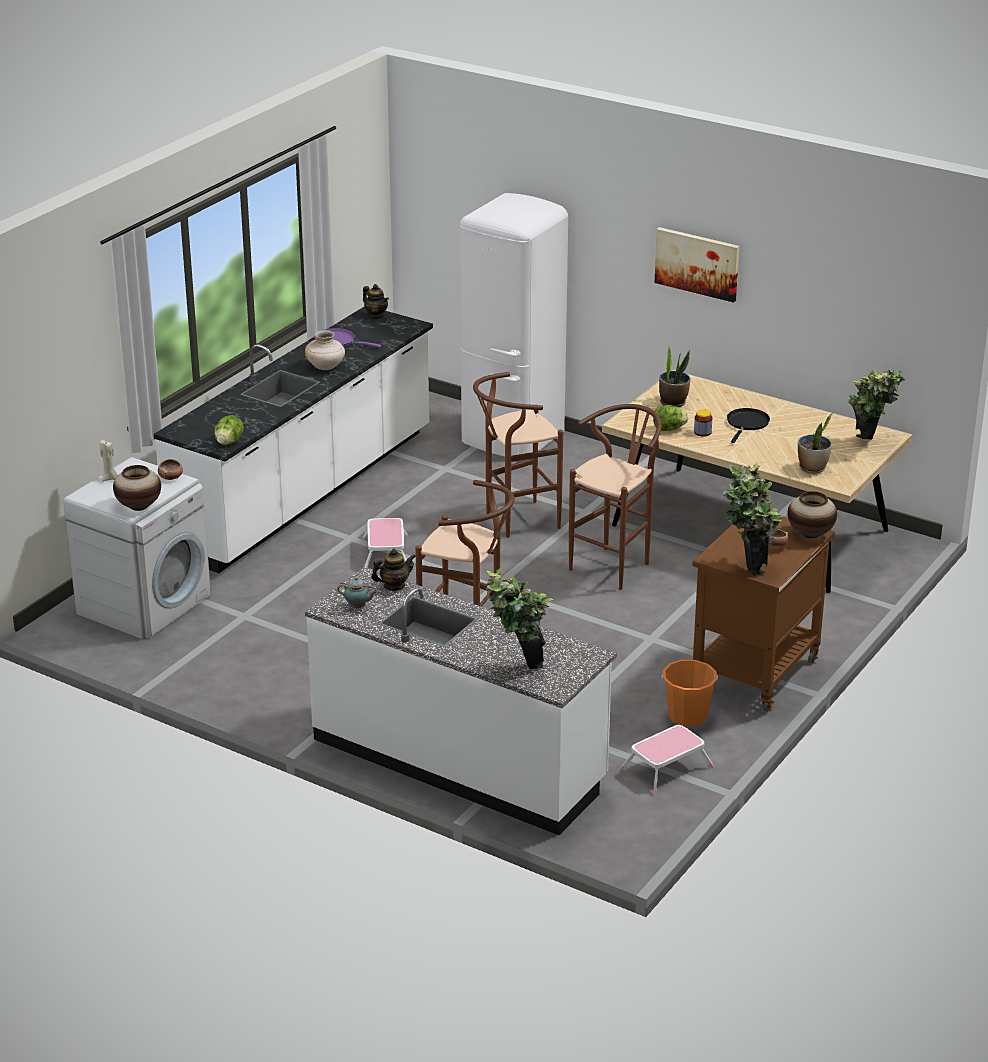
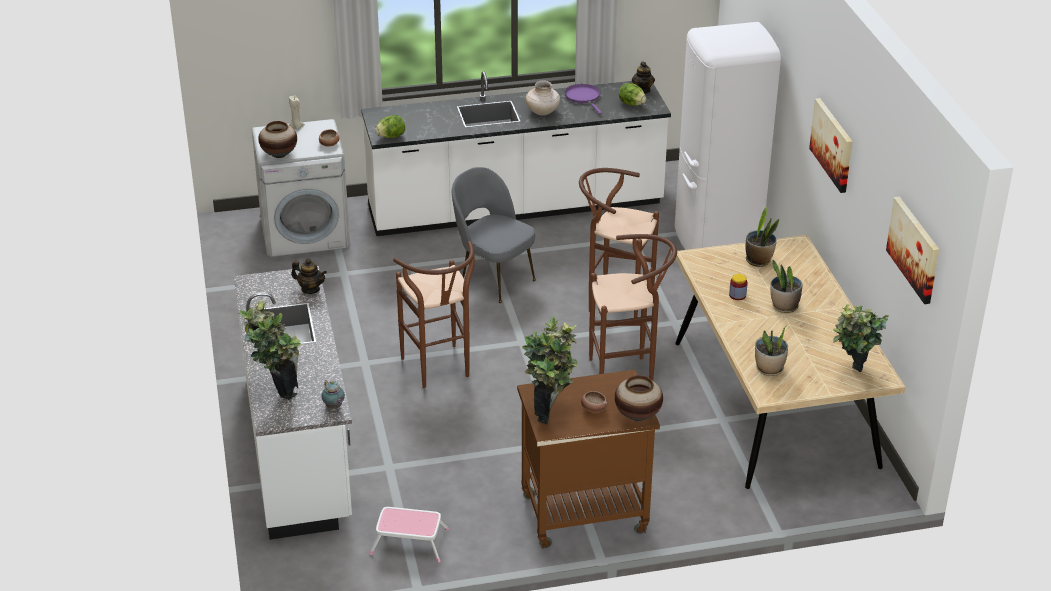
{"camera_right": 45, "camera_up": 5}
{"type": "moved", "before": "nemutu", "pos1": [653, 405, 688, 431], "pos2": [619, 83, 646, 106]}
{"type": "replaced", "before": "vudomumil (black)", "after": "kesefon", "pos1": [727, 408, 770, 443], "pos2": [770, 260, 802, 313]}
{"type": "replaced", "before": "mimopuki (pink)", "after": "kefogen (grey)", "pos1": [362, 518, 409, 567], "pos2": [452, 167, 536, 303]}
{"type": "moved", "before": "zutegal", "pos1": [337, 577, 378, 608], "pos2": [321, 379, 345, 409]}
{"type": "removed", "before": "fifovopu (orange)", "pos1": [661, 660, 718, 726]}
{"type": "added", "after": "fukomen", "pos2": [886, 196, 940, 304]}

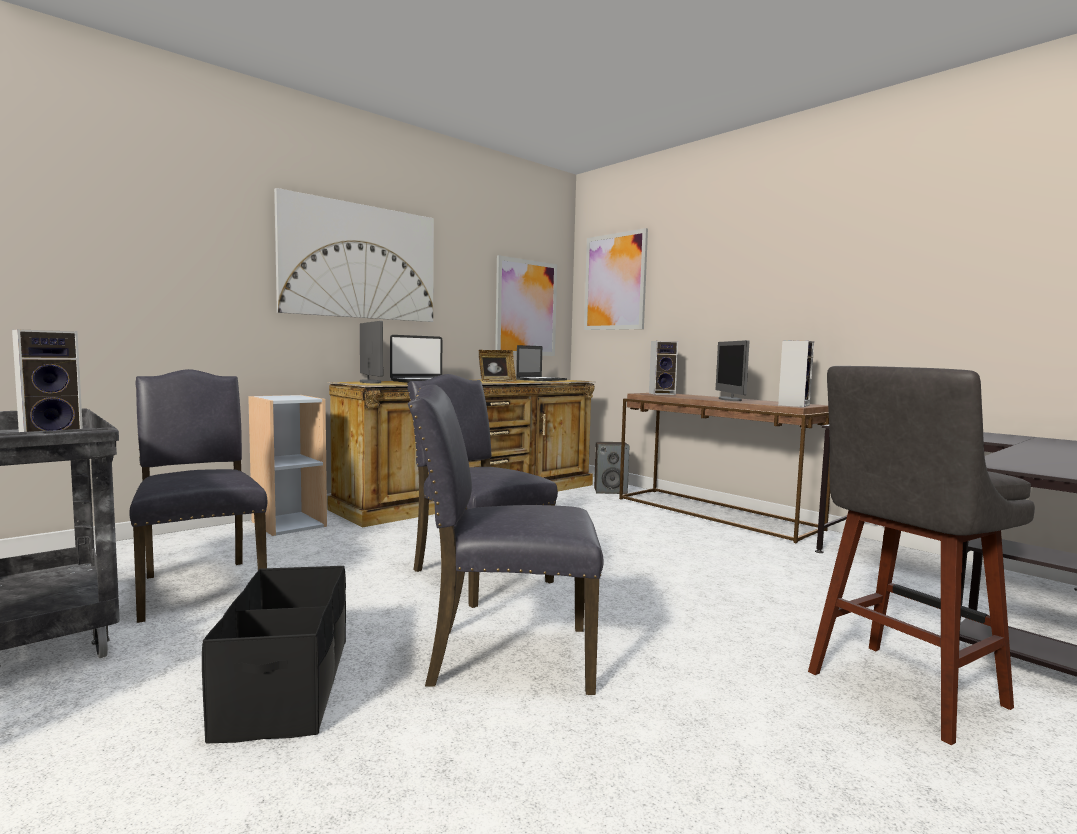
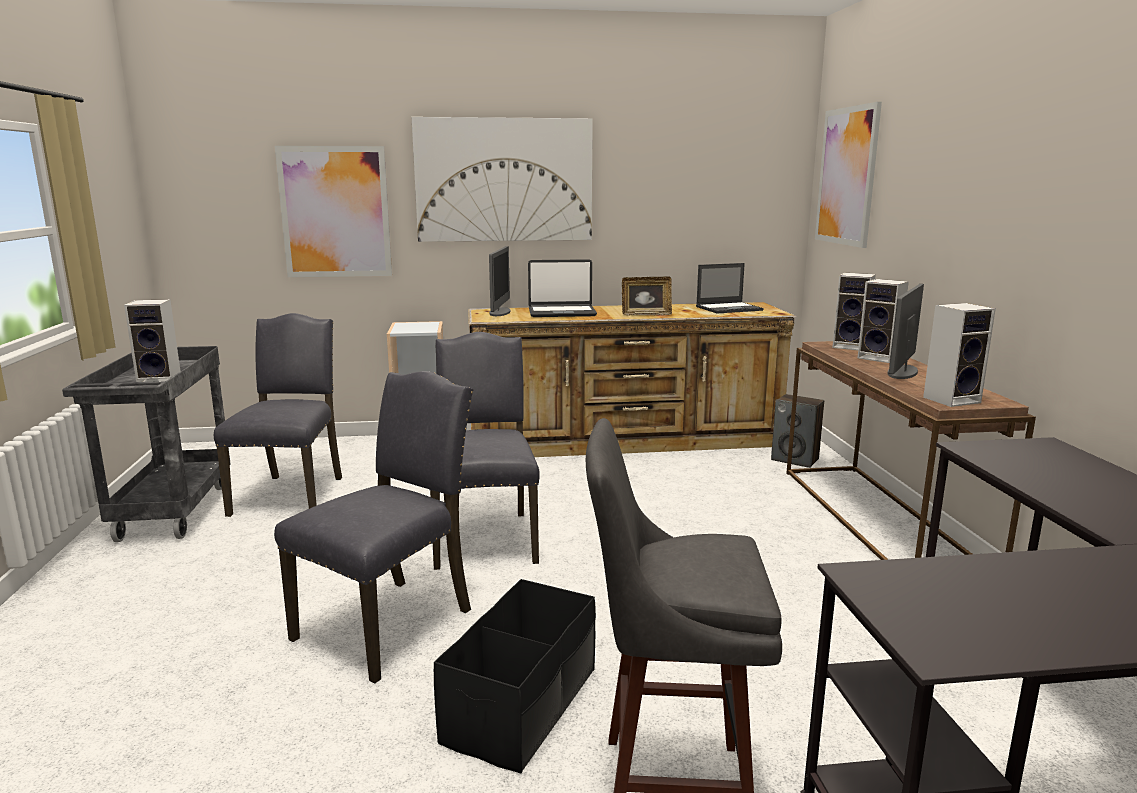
{"camera_right": 35, "camera_up": 10}
{"type": "moved", "before": "fukomen", "pos1": [495, 255, 557, 356], "pos2": [275, 146, 392, 277]}
{"type": "turned", "before": "kefogen (grey)", "pos1": [408, 384, 604, 695], "pos2": [274, 371, 473, 684], "turn": 90}
{"type": "moved", "before": "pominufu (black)", "pos1": [202, 566, 346, 744], "pos2": [434, 579, 596, 774]}
{"type": "added", "after": "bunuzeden", "pos2": [858, 279, 909, 363]}

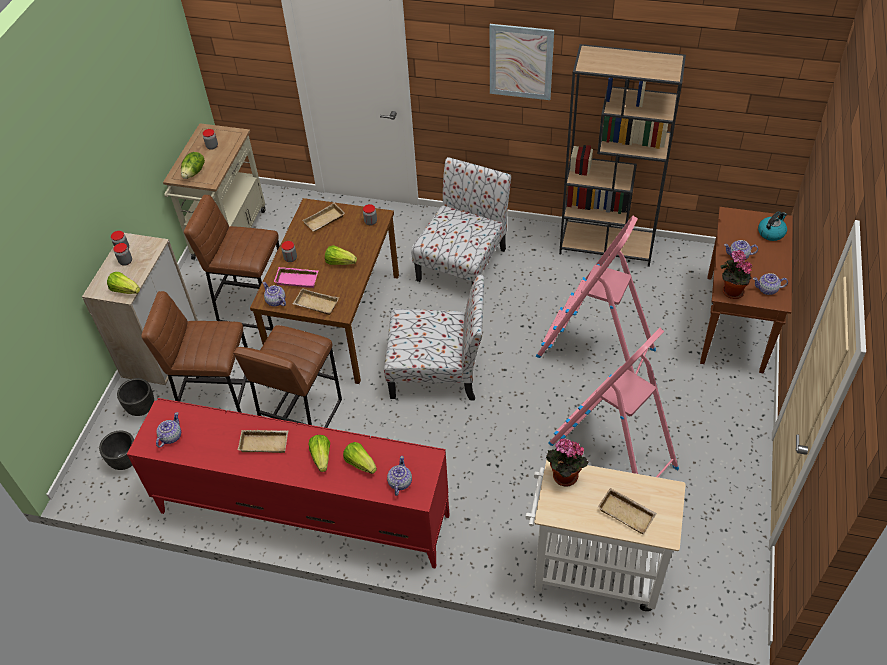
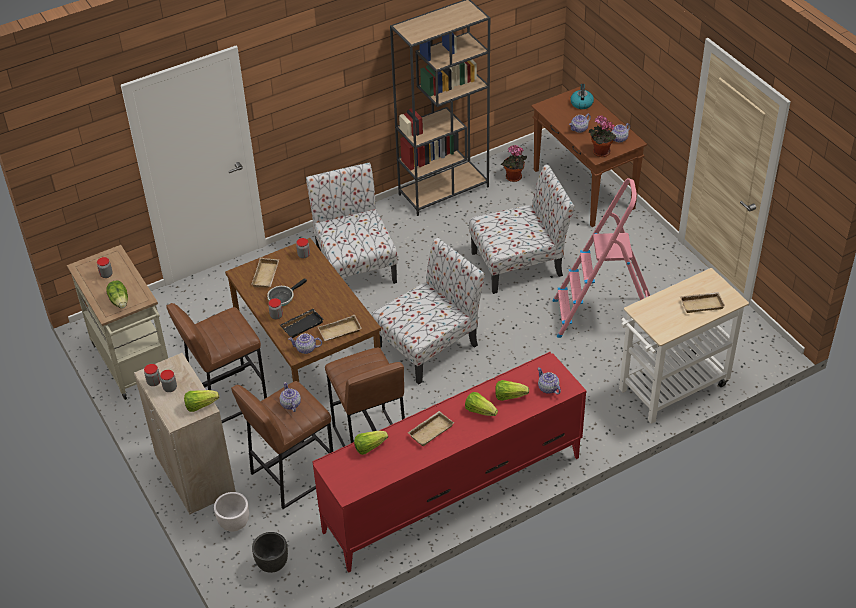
{"camera_right": -45, "camera_up": -5}
{"type": "removed", "before": "fukomen", "pos1": [490, 24, 554, 100]}
{"type": "replaced", "before": "mimopuki (pink)", "after": "kefogen", "pos1": [536, 216, 656, 375], "pos2": [469, 165, 575, 294]}
{"type": "moved", "before": "nemutu", "pos1": [325, 245, 357, 265], "pos2": [354, 431, 388, 455]}
{"type": "recoloured", "before": "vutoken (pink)", "after": "vutoken (black)", "pos1": [274, 267, 318, 288], "pos2": [280, 309, 324, 338]}
{"type": "recoloured", "before": "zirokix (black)", "after": "zirokix (white)", "pos1": [117, 378, 154, 416], "pos2": [214, 492, 249, 531]}
{"type": "moved", "before": "zutegal", "pos1": [156, 412, 181, 448], "pos2": [280, 382, 301, 412]}
{"type": "moved", "before": "kesefon", "pos1": [546, 438, 588, 486], "pos2": [501, 145, 527, 182]}
{"type": "added", "after": "vudomumil", "pos2": [267, 278, 307, 306]}

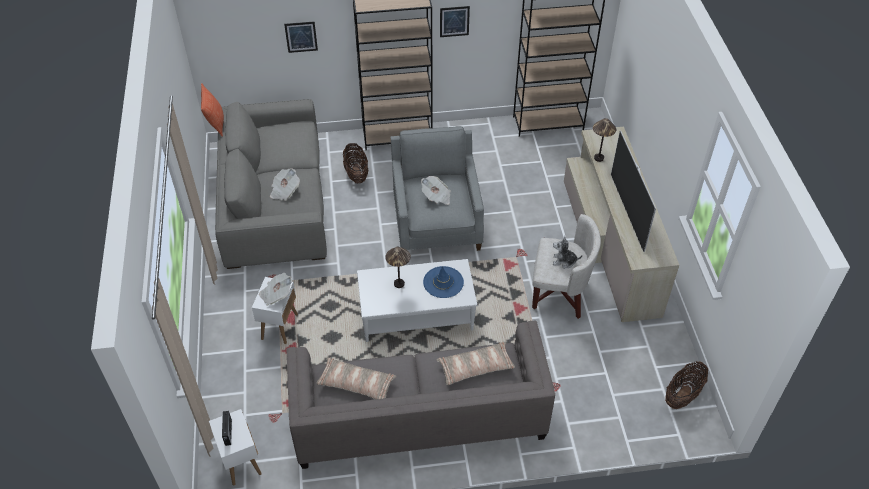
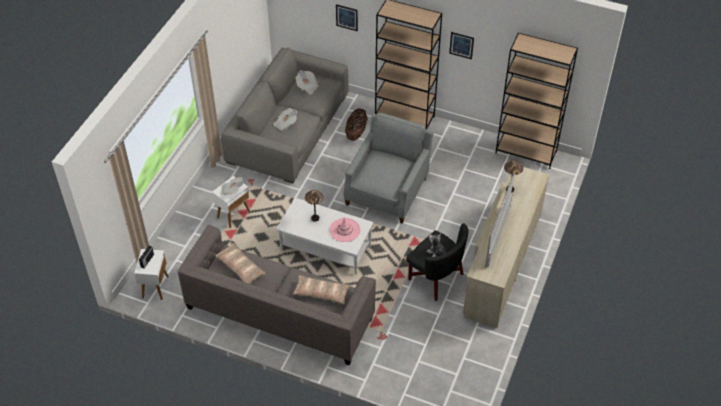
{"camera_right": 30, "camera_up": 0}
{"type": "removed", "before": "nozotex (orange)", "pos1": [201, 83, 224, 137]}
{"type": "moved", "before": "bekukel", "pos1": [421, 176, 451, 205], "pos2": [295, 70, 319, 94]}
{"type": "recoloured", "before": "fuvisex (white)", "after": "fuvisex (black)", "pos1": [532, 214, 601, 319], "pos2": [406, 223, 468, 301]}
{"type": "recoloured", "before": "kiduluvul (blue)", "after": "kiduluvul (pink)", "pos1": [423, 266, 464, 298], "pos2": [329, 218, 360, 242]}
{"type": "removed", "before": "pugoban", "pos1": [665, 361, 708, 409]}

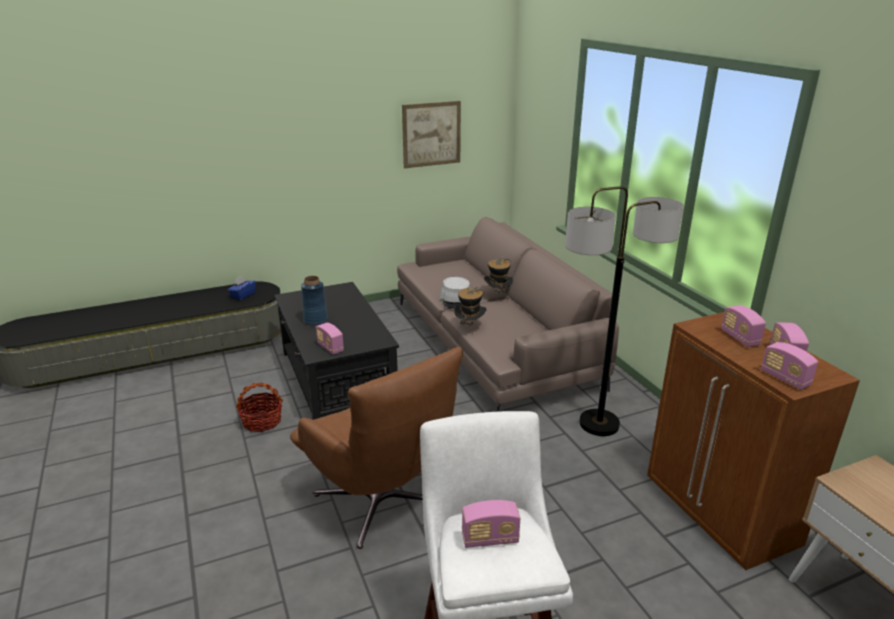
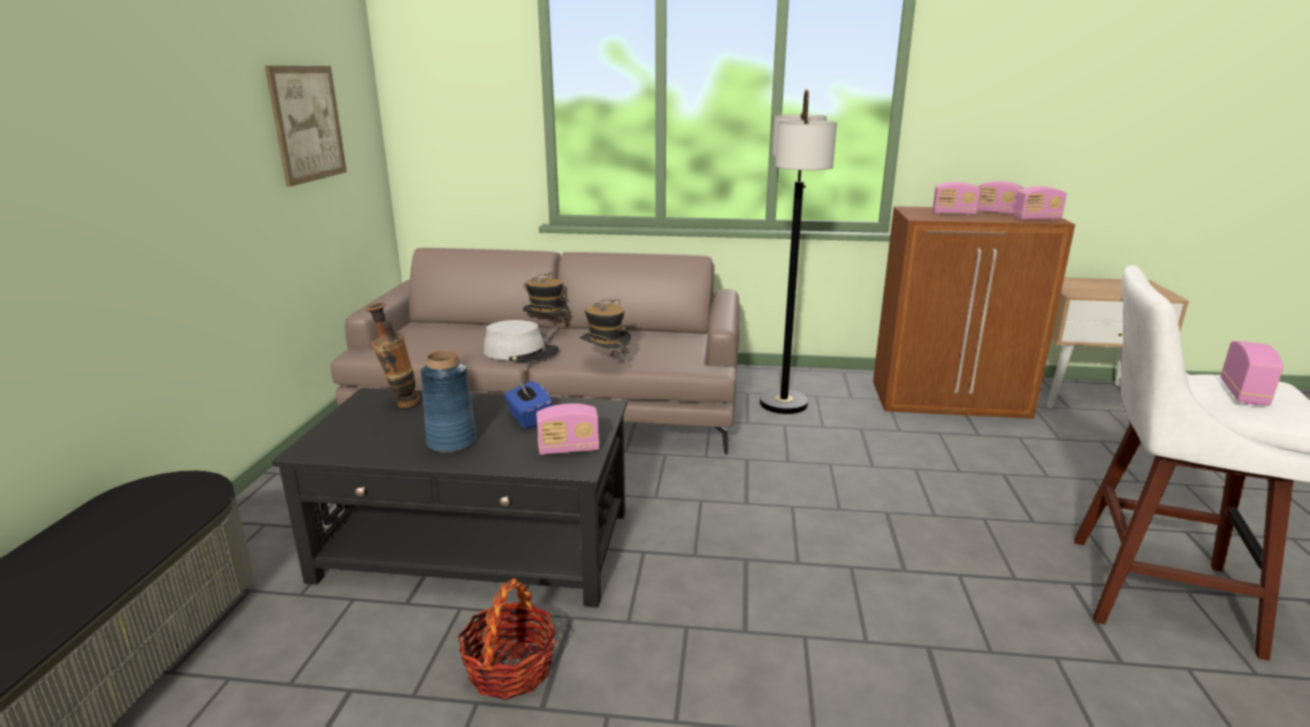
{"camera_right": -60, "camera_up": -5}
{"type": "moved", "before": "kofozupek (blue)", "pos1": [228, 276, 256, 300], "pos2": [504, 380, 552, 429]}
{"type": "removed", "before": "fuvisex (brown)", "pos1": [290, 347, 463, 549]}
{"type": "added", "after": "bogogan", "pos2": [365, 303, 420, 408]}

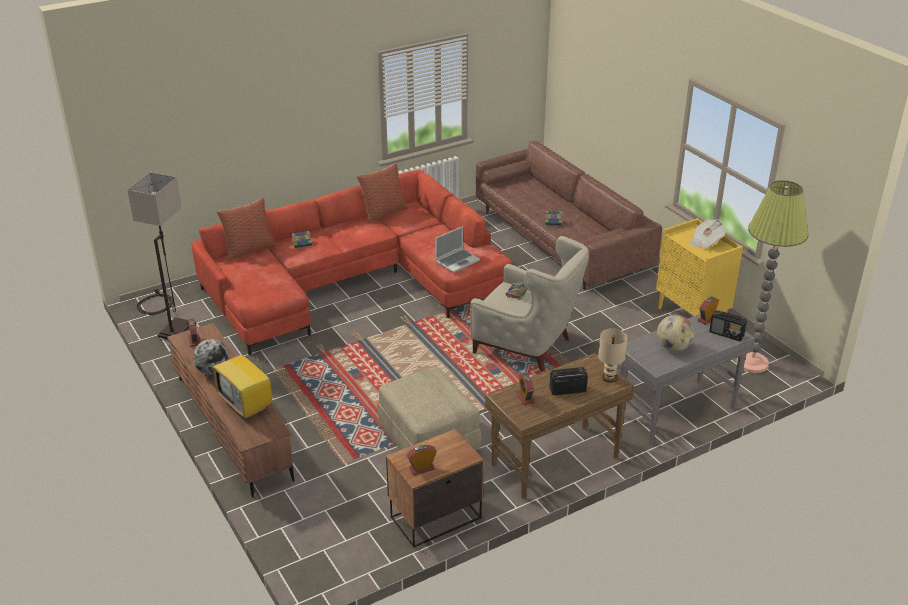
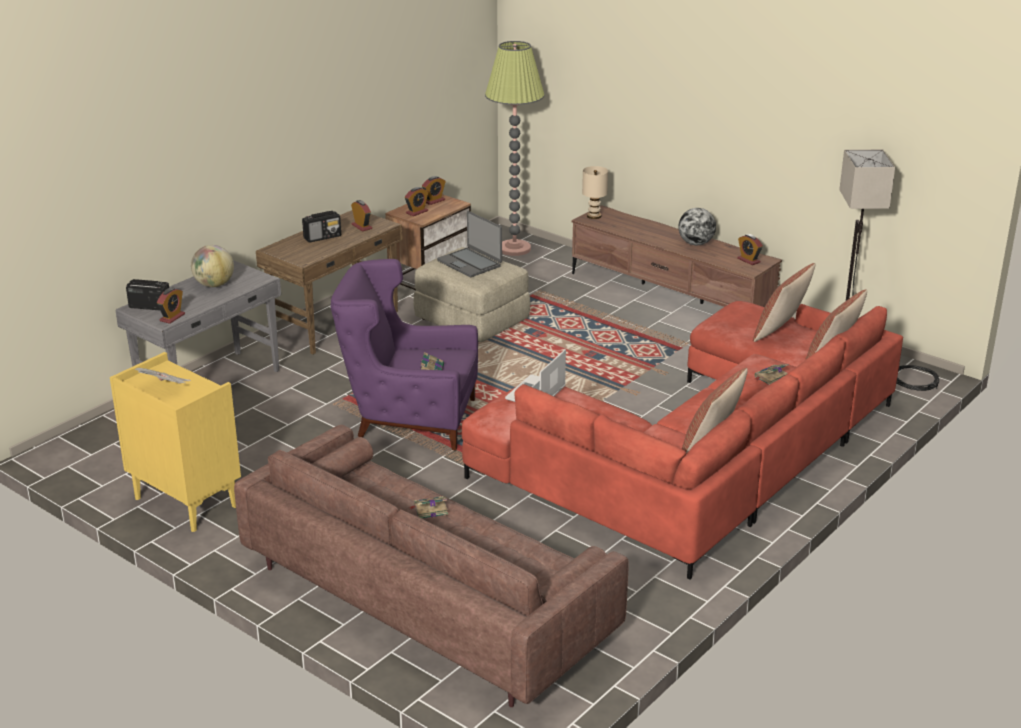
{"camera_right": 160, "camera_up": -5}
{"type": "moved", "before": "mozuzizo", "pos1": [736, 180, 808, 373], "pos2": [485, 41, 545, 256]}
{"type": "recoloured", "before": "fuvisex (beige)", "after": "fuvisex (purple)", "pos1": [470, 236, 589, 372], "pos2": [331, 259, 478, 451]}
{"type": "moved", "before": "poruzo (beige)", "pos1": [598, 329, 628, 383], "pos2": [582, 166, 608, 219]}
{"type": "removed", "before": "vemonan", "pos1": [213, 344, 273, 419]}
{"type": "added", "after": "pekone", "pos2": [405, 187, 428, 216]}
{"type": "added", "after": "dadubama", "pos2": [437, 211, 502, 277]}
{"type": "added", "after": "nozotex", "pos2": [753, 263, 815, 342]}

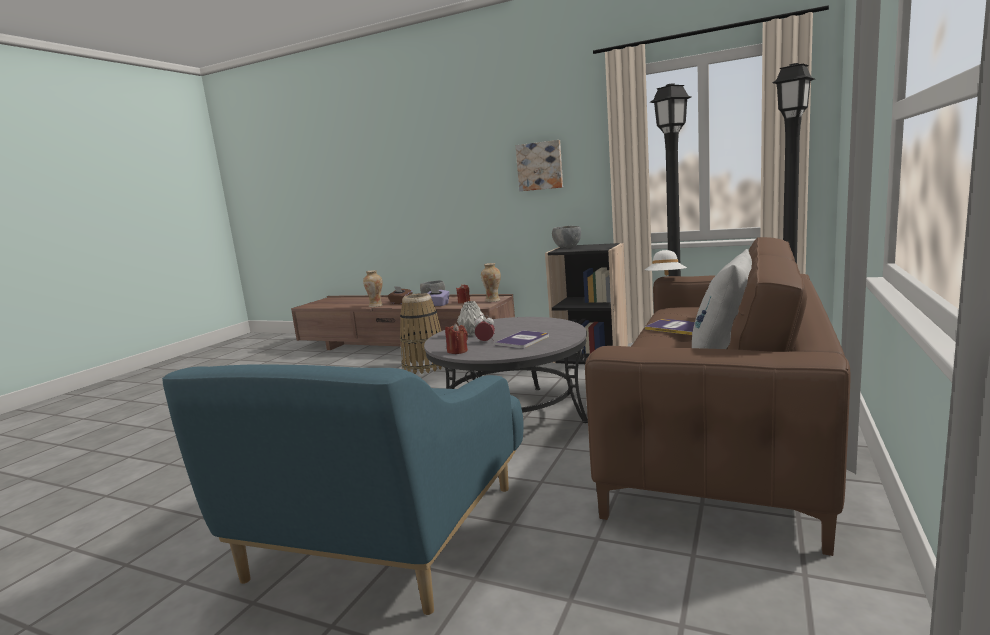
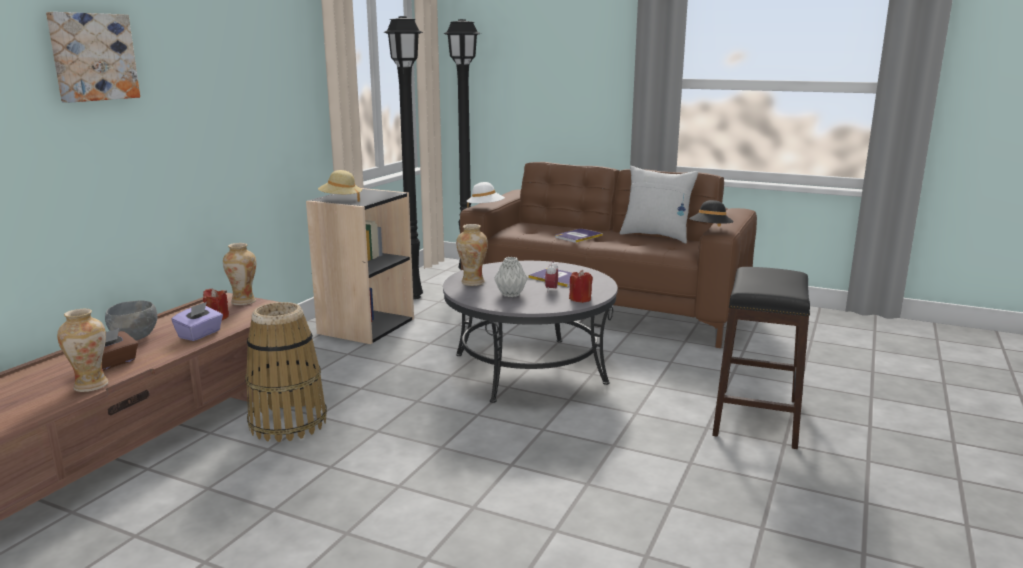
{"camera_right": -90, "camera_up": 5}
{"type": "moved", "before": "fukomen", "pos1": [516, 140, 563, 191], "pos2": [46, 12, 140, 103]}
{"type": "replaced", "before": "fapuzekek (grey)", "after": "kiduluvul (beige)", "pos1": [552, 226, 581, 248], "pos2": [318, 170, 362, 202]}
{"type": "replaced", "before": "fuvisex (blue)", "after": "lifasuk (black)", "pos1": [162, 364, 524, 615], "pos2": [712, 267, 810, 449]}
{"type": "added", "after": "kiduluvul (black)", "pos2": [689, 200, 734, 227]}
{"type": "added", "after": "bogogan", "pos2": [456, 224, 488, 286]}

